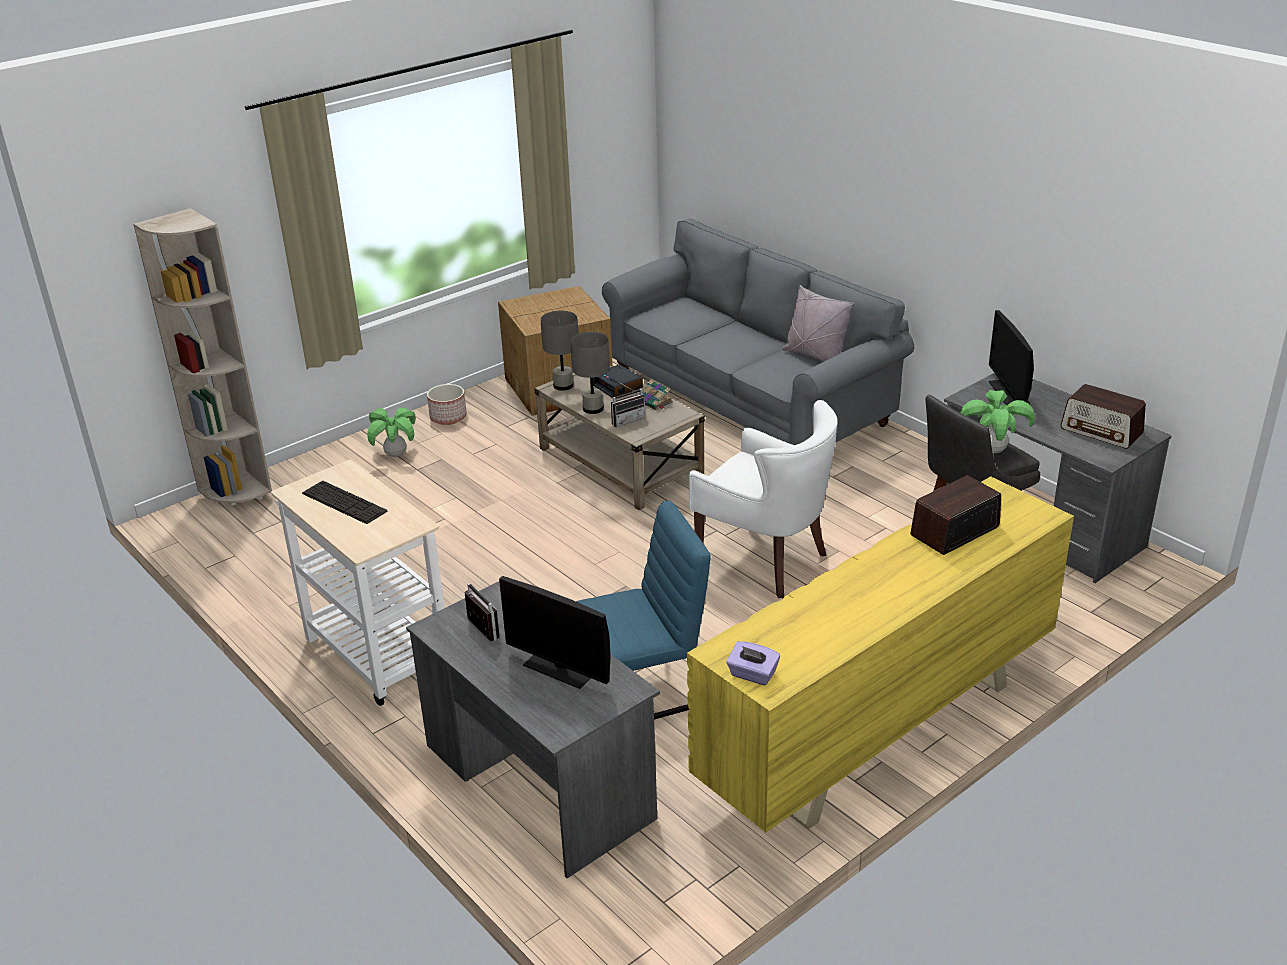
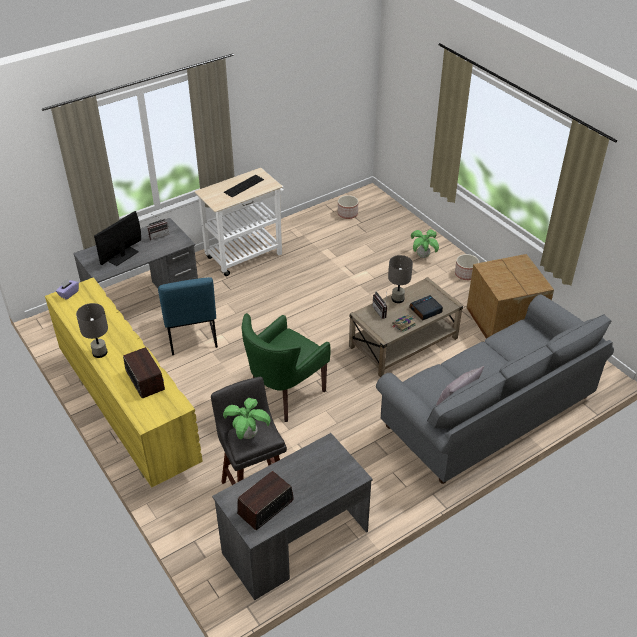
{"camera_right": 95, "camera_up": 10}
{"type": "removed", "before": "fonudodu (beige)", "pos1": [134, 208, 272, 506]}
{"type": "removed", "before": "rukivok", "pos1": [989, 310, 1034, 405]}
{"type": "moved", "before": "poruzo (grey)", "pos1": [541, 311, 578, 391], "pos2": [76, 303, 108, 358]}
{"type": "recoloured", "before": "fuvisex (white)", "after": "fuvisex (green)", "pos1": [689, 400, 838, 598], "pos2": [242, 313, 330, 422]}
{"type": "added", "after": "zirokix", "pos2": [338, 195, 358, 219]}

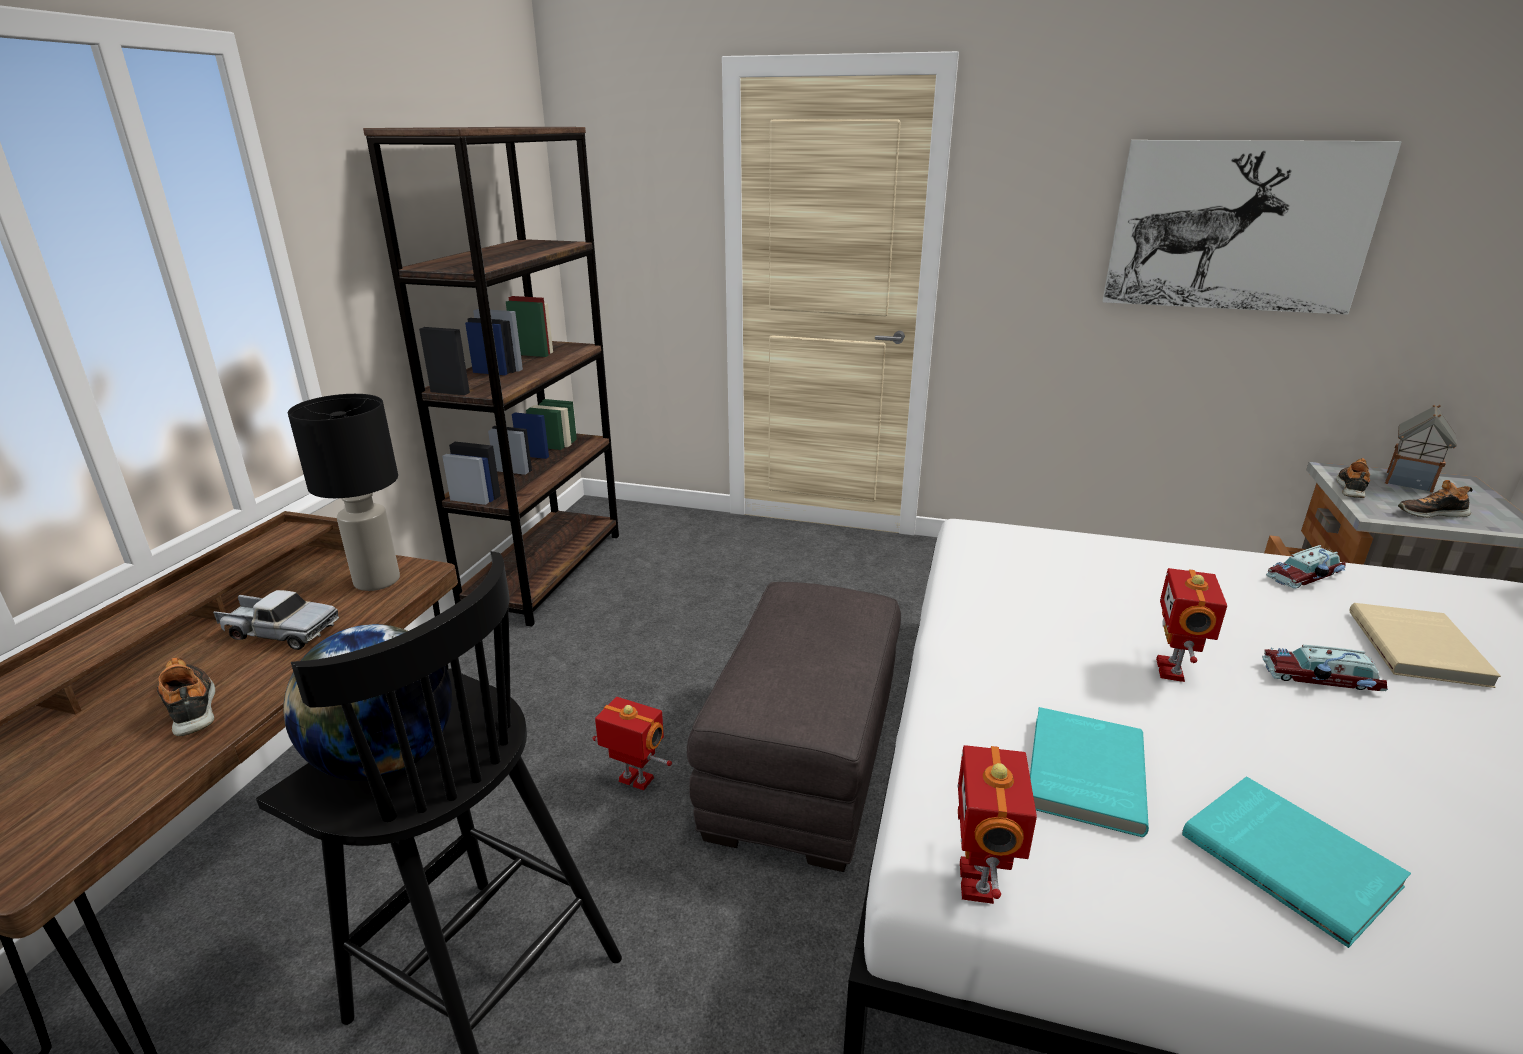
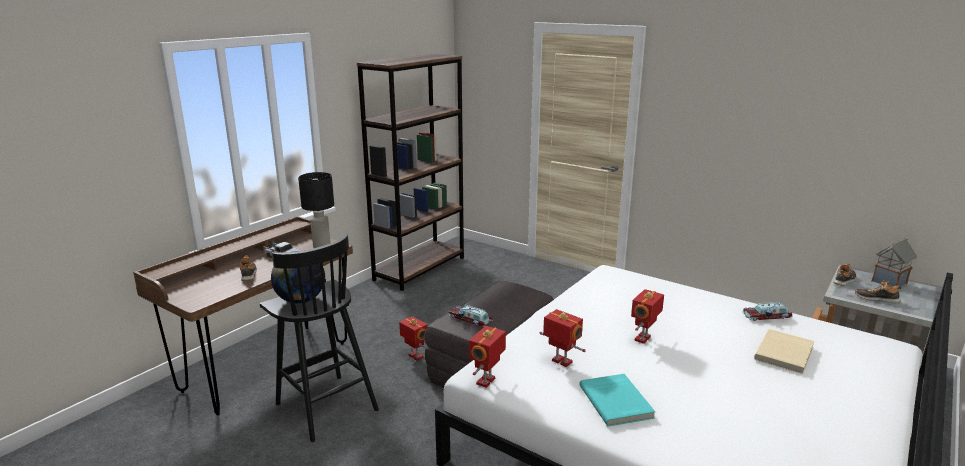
{"camera_right": 20, "camera_up": -5}
{"type": "removed", "before": "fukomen", "pos1": [1103, 140, 1402, 315]}
{"type": "moved", "before": "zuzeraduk", "pos1": [1262, 645, 1388, 691], "pos2": [449, 305, 493, 327]}
{"type": "replaced", "before": "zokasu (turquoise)", "after": "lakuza", "pos1": [1030, 707, 1149, 837], "pos2": [540, 309, 586, 367]}

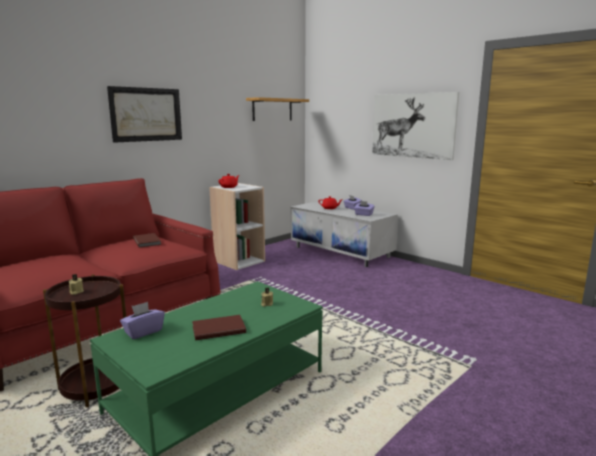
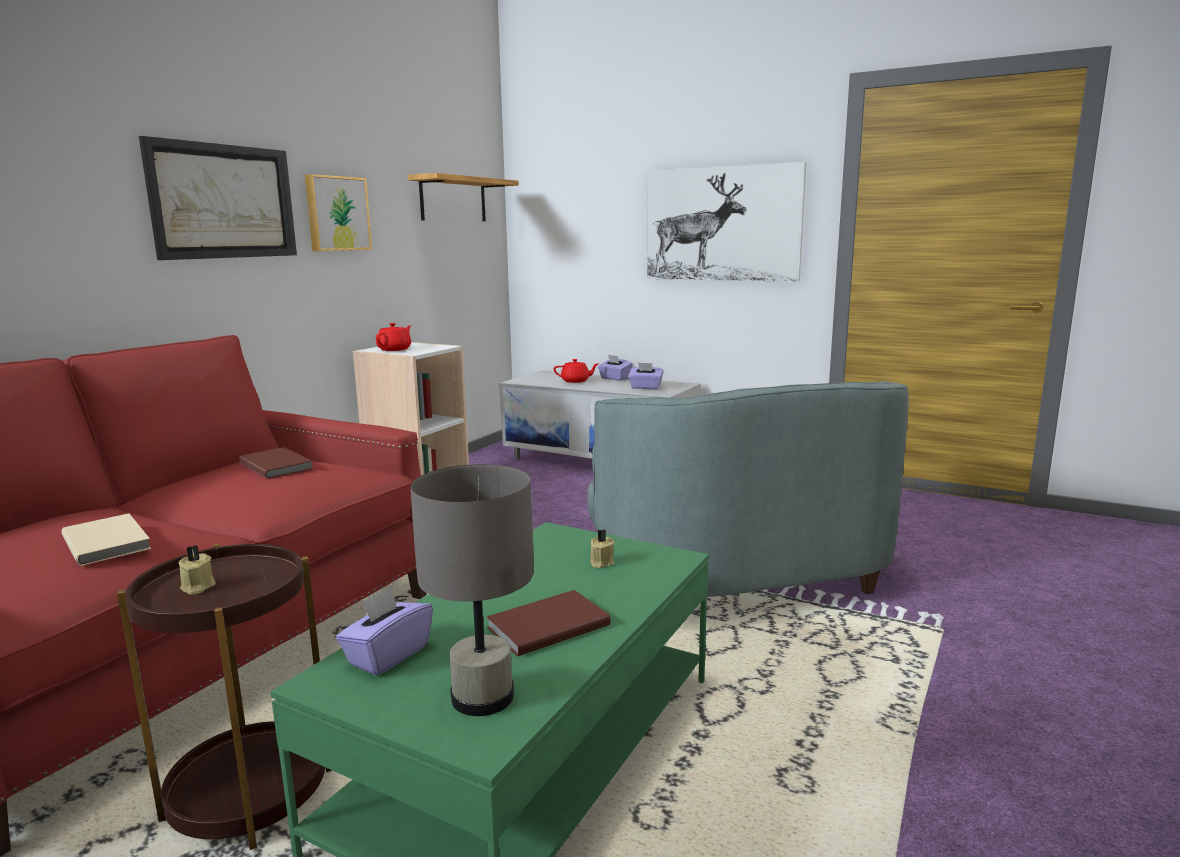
{"camera_right": -15, "camera_up": 0}
{"type": "added", "after": "fukomen", "pos2": [305, 174, 372, 251]}
{"type": "added", "after": "fuvisex (grey)", "pos2": [588, 381, 909, 597]}
{"type": "added", "after": "poruzo (grey)", "pos2": [411, 464, 533, 716]}
{"type": "added", "after": "zokasu (beige)", "pos2": [61, 513, 151, 566]}

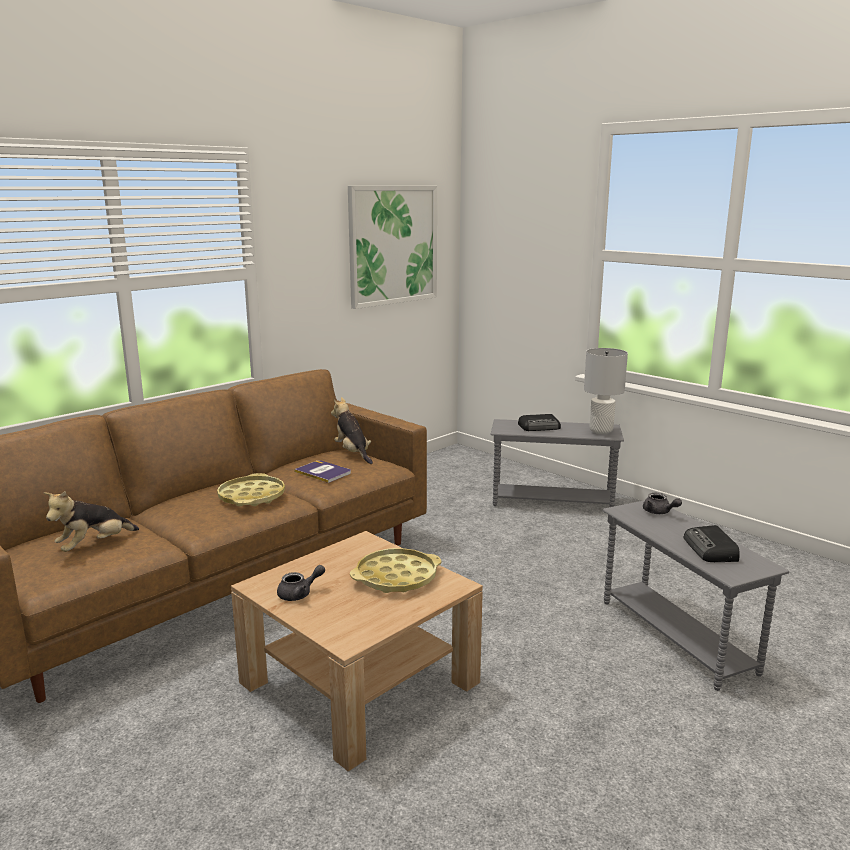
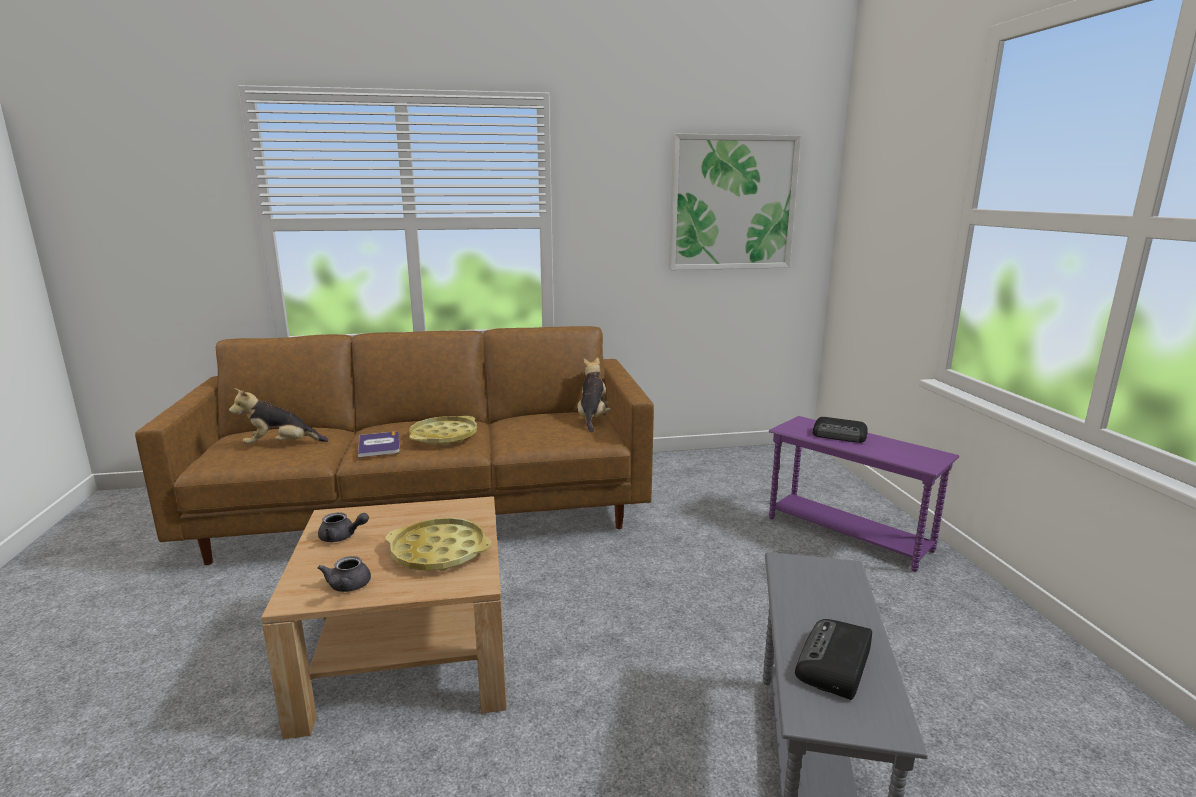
{"camera_right": 35, "camera_up": 0}
{"type": "removed", "before": "poruzo (grey)", "pos1": [584, 348, 628, 434]}
{"type": "recoloured", "before": "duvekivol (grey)", "after": "duvekivol (purple)", "pos1": [491, 419, 624, 507], "pos2": [769, 416, 959, 572]}
{"type": "moved", "before": "zokasu", "pos1": [294, 460, 351, 483], "pos2": [358, 432, 400, 457]}
{"type": "moved", "before": "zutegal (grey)", "pos1": [643, 493, 682, 514], "pos2": [318, 556, 371, 592]}

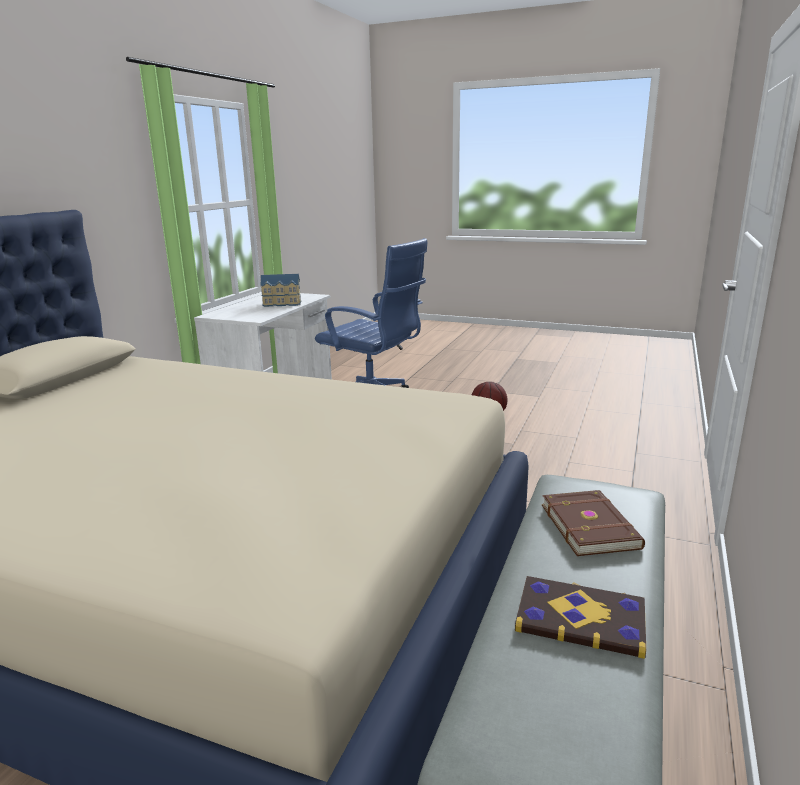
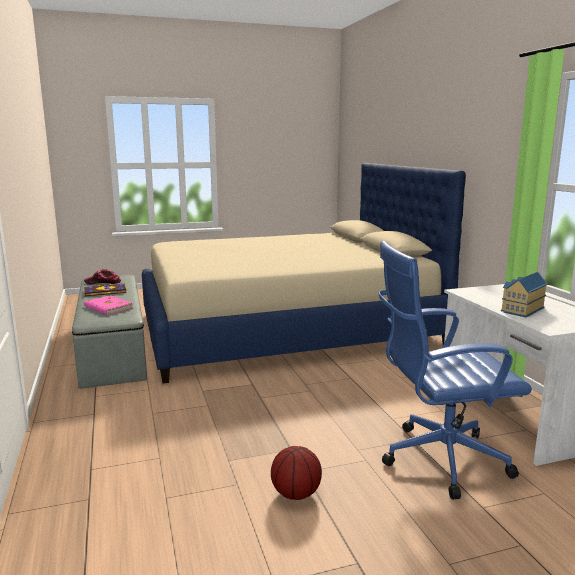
{"camera_right": 140, "camera_up": -5}
{"type": "recoloured", "before": "zokasu (brown)", "after": "zokasu (pink)", "pos1": [542, 490, 645, 556], "pos2": [84, 295, 134, 315]}
{"type": "added", "after": "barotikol", "pos2": [84, 269, 121, 285]}

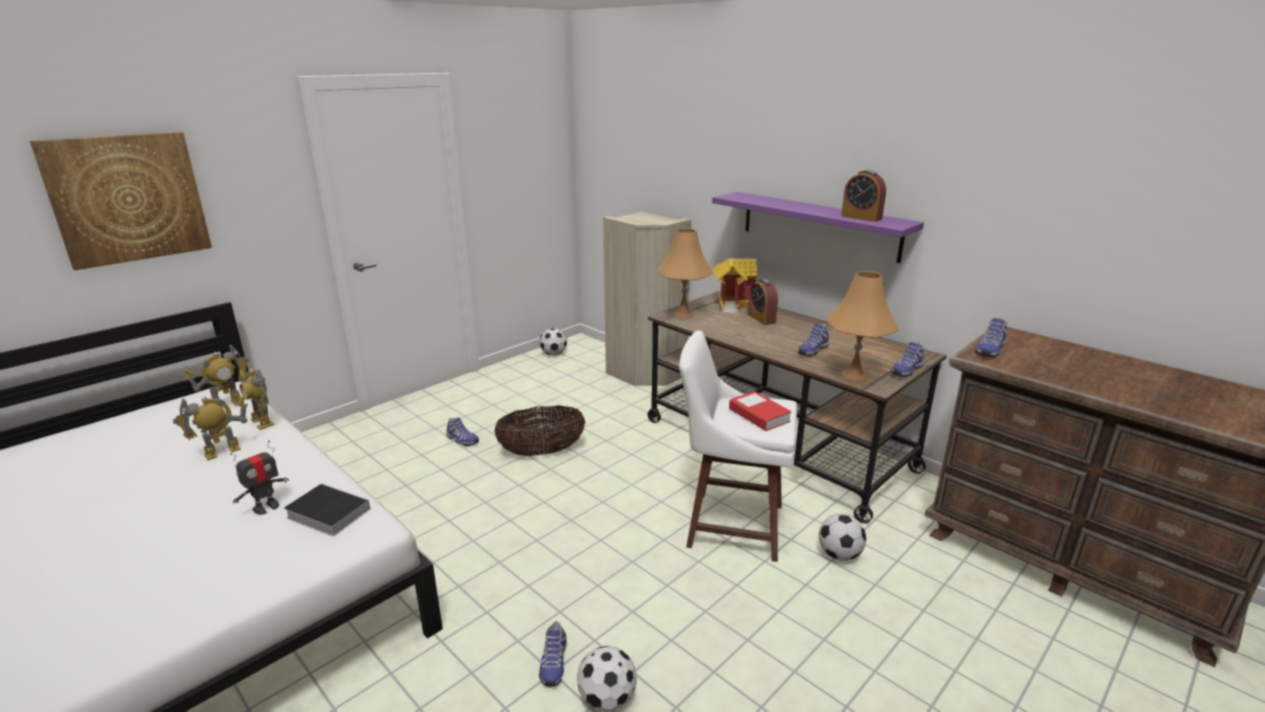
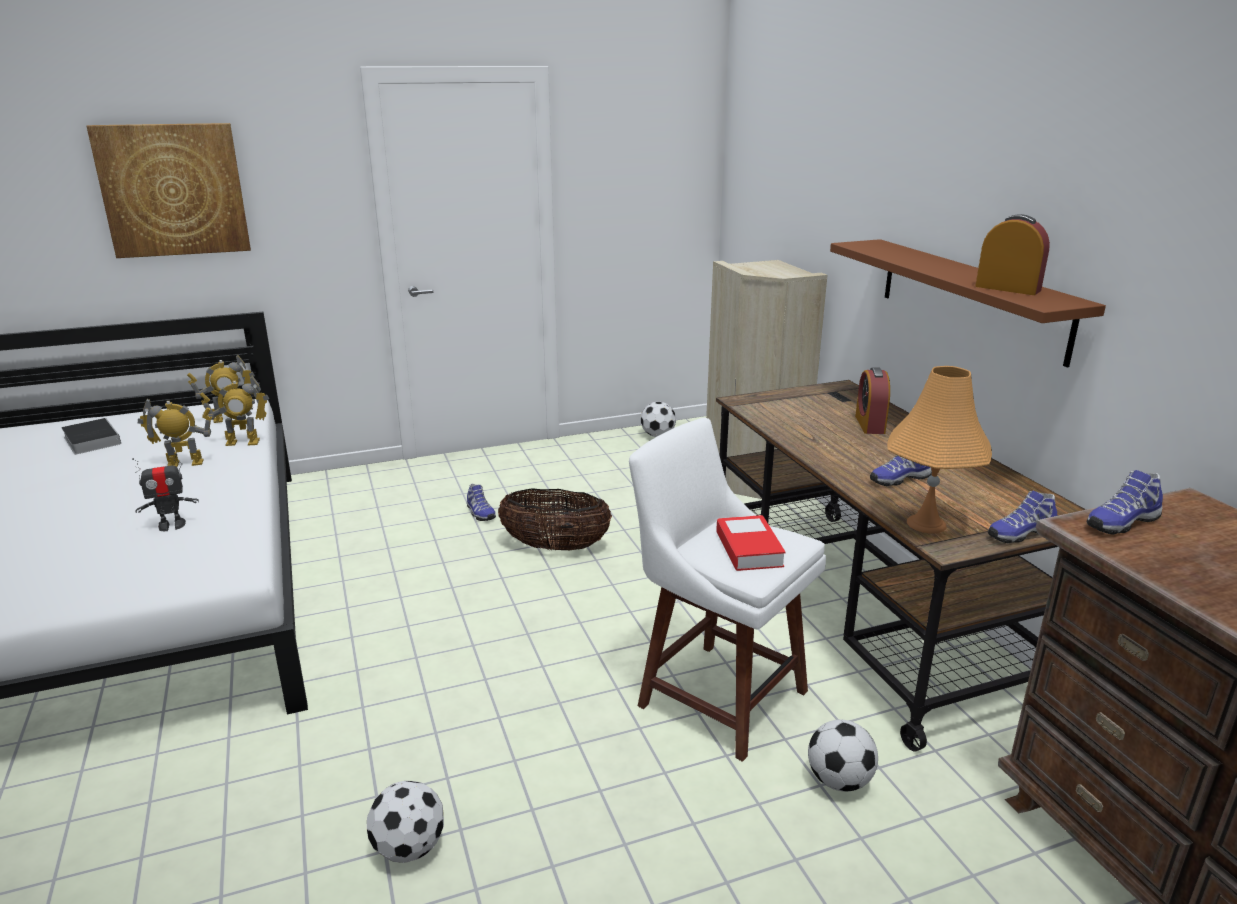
{"camera_right": 25, "camera_up": 0}
{"type": "turned", "before": "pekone", "pos1": [841, 170, 886, 222], "pos2": [975, 214, 1050, 295], "turn": 150}
{"type": "recoloured", "before": "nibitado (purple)", "after": "nibitado (brown)", "pos1": [712, 192, 924, 263], "pos2": [830, 239, 1106, 368]}
{"type": "removed", "before": "poruzo (orange)", "pos1": [657, 228, 714, 318]}
{"type": "removed", "before": "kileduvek", "pos1": [713, 259, 757, 313]}
{"type": "turned", "before": "lakuza", "pos1": [239, 369, 275, 430], "pos2": [199, 376, 269, 446], "turn": -75}
{"type": "moved", "before": "zokasu", "pos1": [284, 484, 370, 536], "pos2": [61, 418, 121, 455]}
{"type": "removed", "before": "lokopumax", "pos1": [539, 621, 567, 687]}

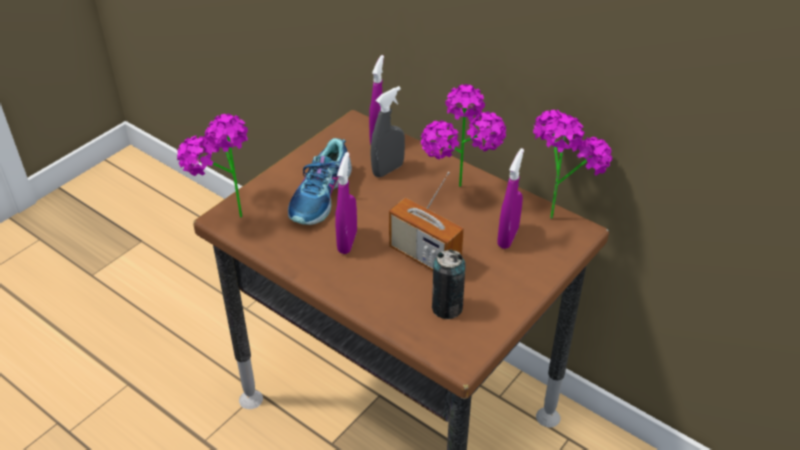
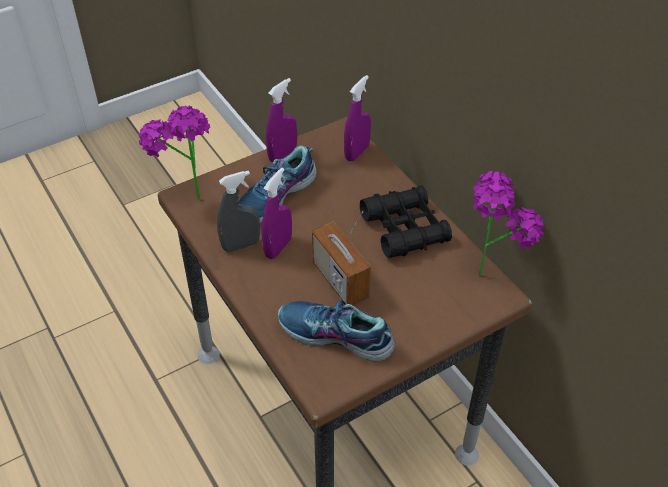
{"camera_right": 20, "camera_up": 5}
{"type": "replaced", "before": "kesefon", "after": "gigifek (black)", "pos1": [421, 84, 506, 187], "pos2": [360, 186, 452, 258]}
{"type": "moved", "before": "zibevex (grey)", "pos1": [370, 86, 405, 177], "pos2": [217, 171, 260, 252]}
{"type": "moved", "before": "zibevex (purple)", "pos1": [498, 148, 524, 249], "pos2": [266, 78, 297, 163]}
{"type": "replaced", "before": "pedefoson", "after": "lokopumax", "pos1": [432, 249, 466, 319], "pos2": [278, 300, 395, 362]}

